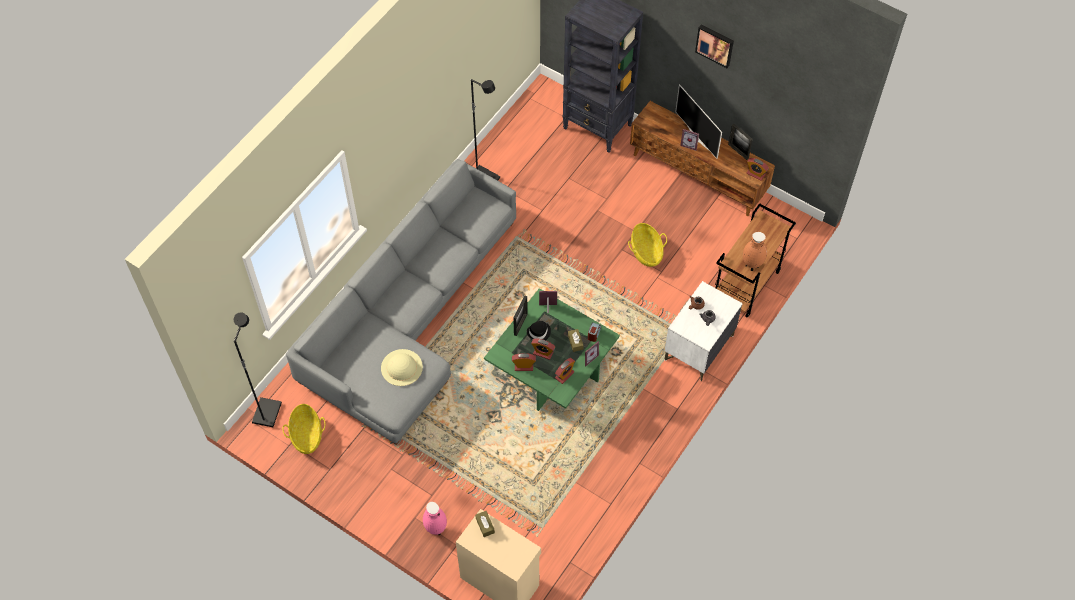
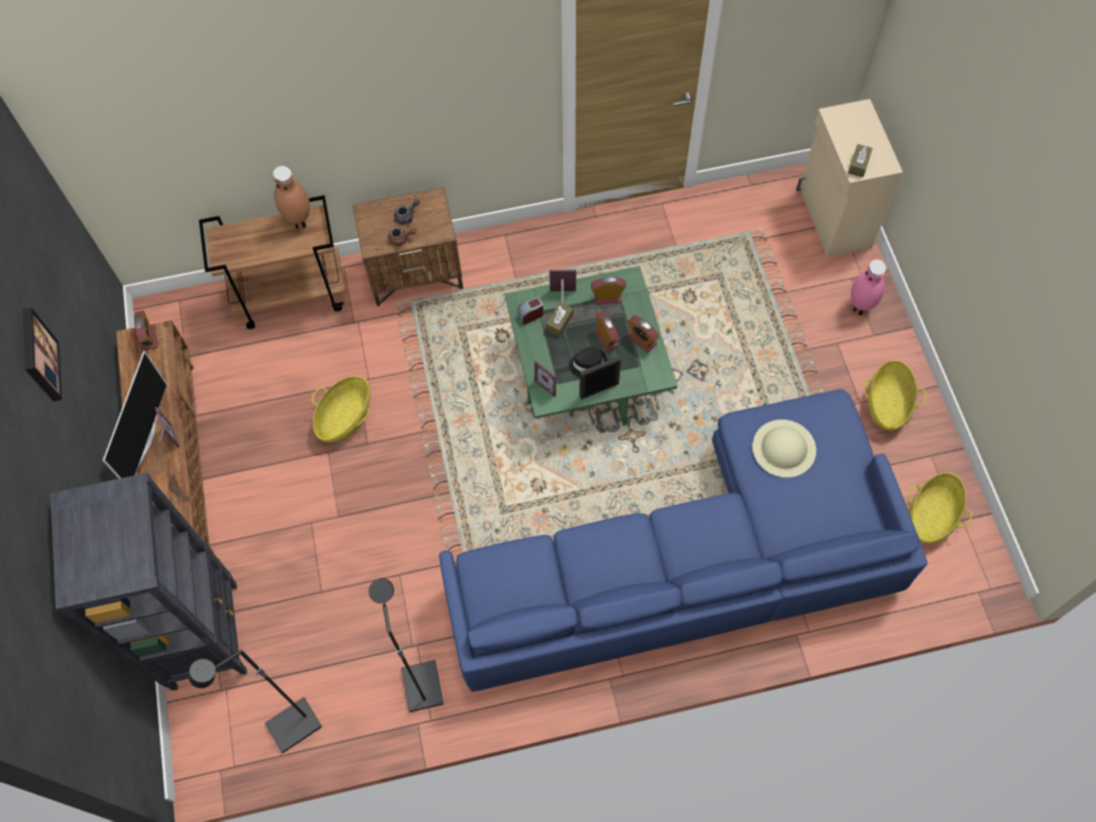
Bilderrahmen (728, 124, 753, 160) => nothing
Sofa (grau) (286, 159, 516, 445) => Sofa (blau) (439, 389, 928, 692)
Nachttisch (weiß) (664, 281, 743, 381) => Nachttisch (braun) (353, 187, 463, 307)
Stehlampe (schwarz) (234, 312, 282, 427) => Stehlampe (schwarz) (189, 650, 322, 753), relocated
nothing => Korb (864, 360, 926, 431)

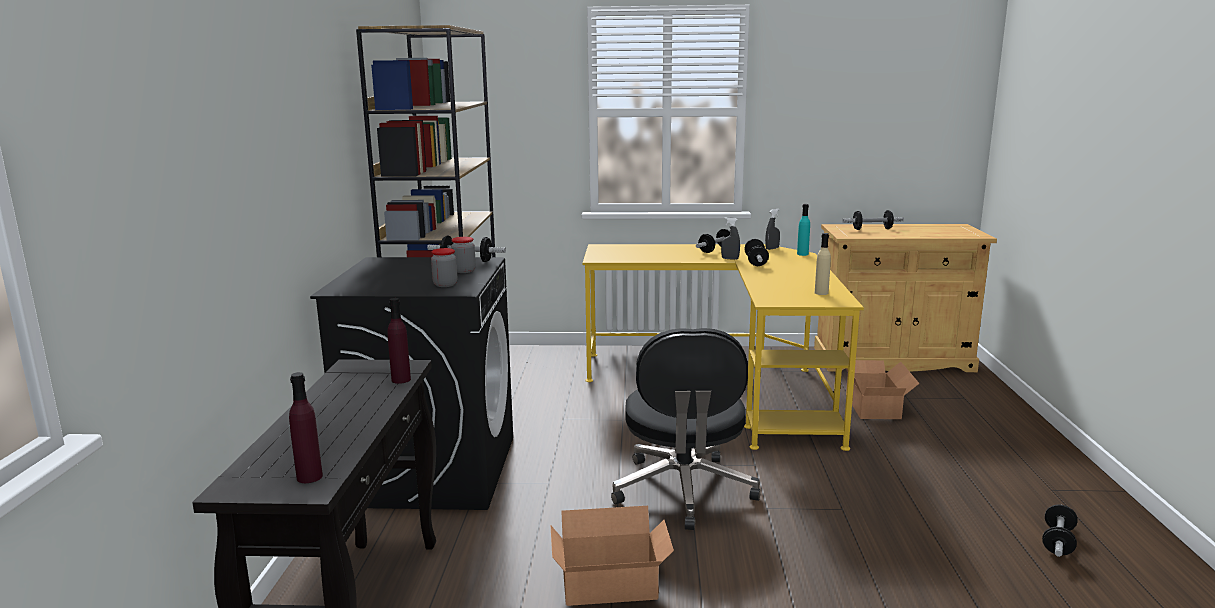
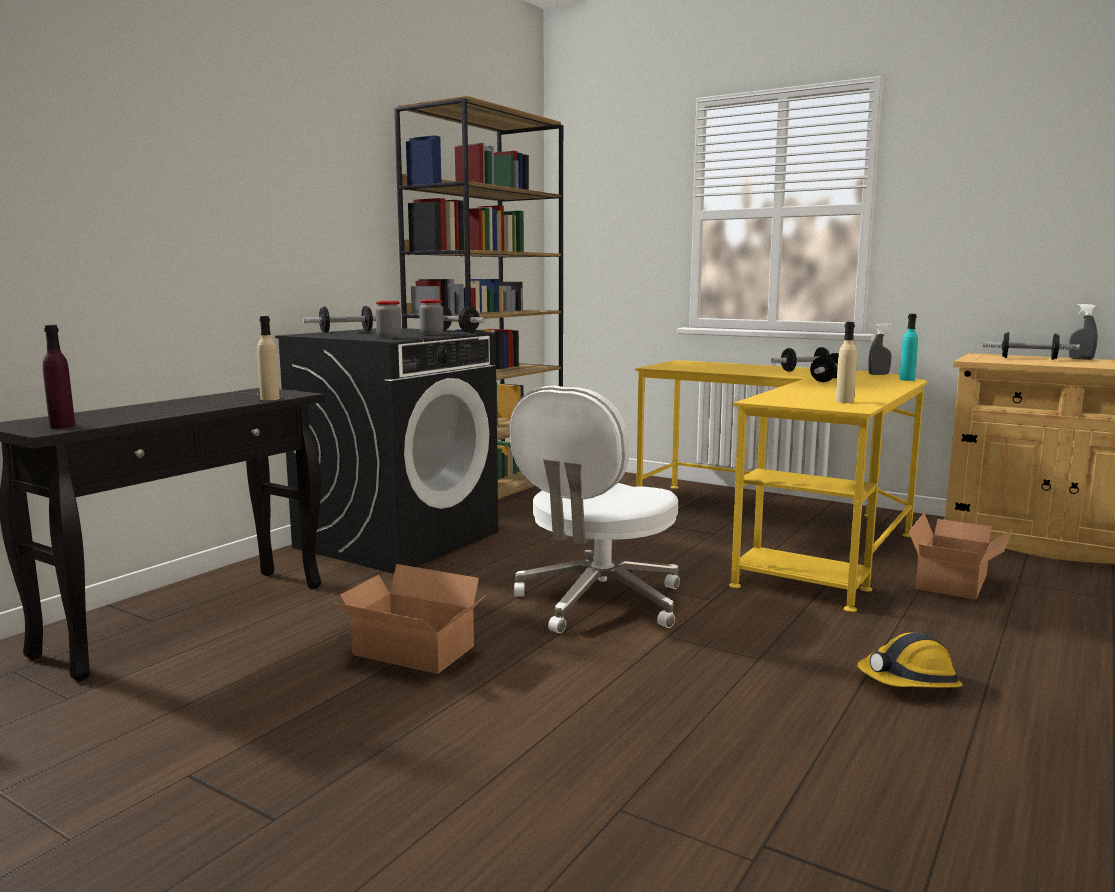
Sprühflasche (grau) (721, 217, 740, 260) => Sprühflasche (grau) (1069, 304, 1098, 360), relocated
Flasche (lila) (387, 298, 411, 384) => Flasche (beige) (257, 316, 280, 400)
Bürostuhl (schwarz) (611, 328, 761, 530) => Bürostuhl (weiß) (510, 386, 680, 634)
Hantel (1042, 504, 1077, 557) => Hantel (303, 306, 376, 333), relocated
nothing => Schutzhelm (858, 633, 963, 688)

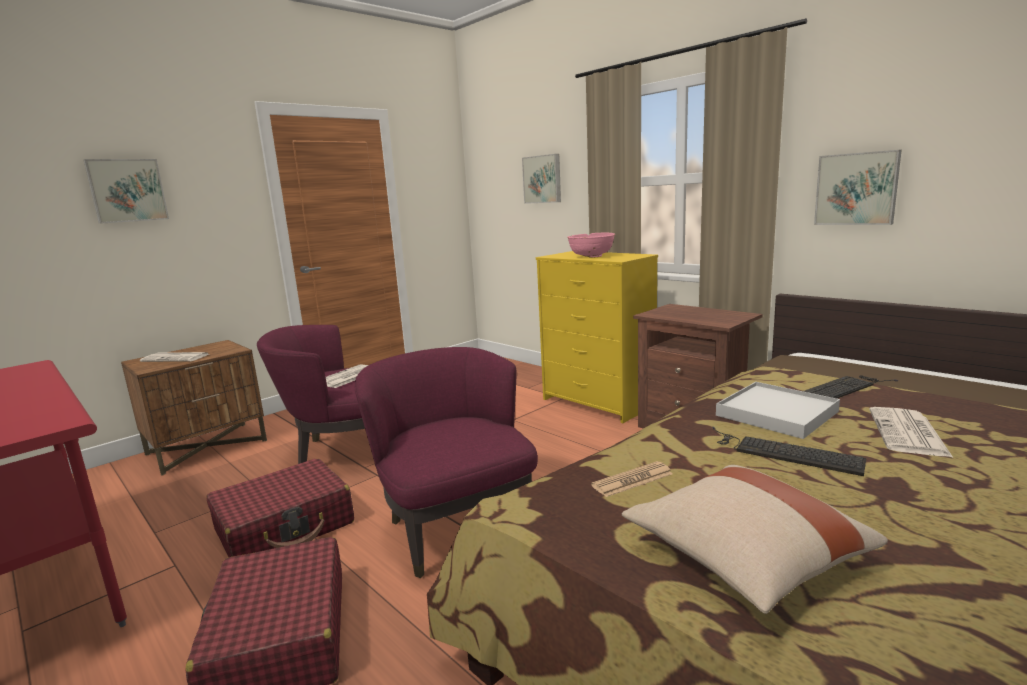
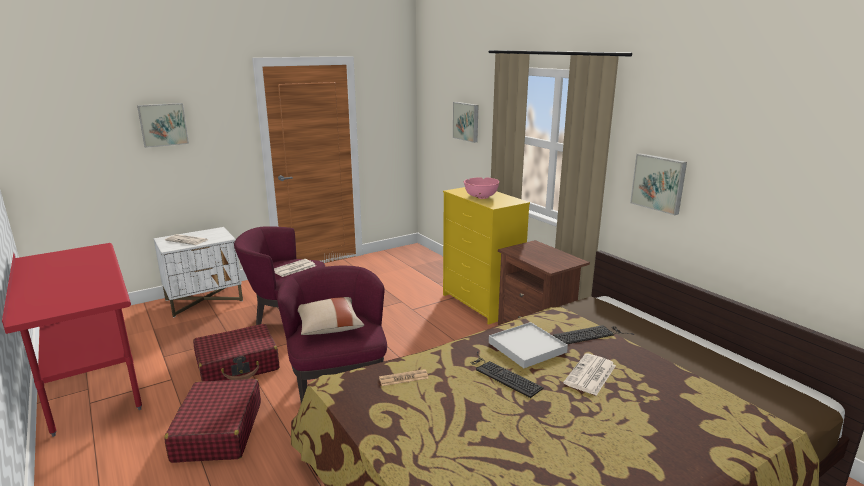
Nachttisch (braun) (121, 340, 267, 475) => Nachttisch (weiß) (154, 227, 243, 317)
Kissen (beige) (622, 465, 888, 614) => Kissen (beige) (298, 297, 364, 335), relocated

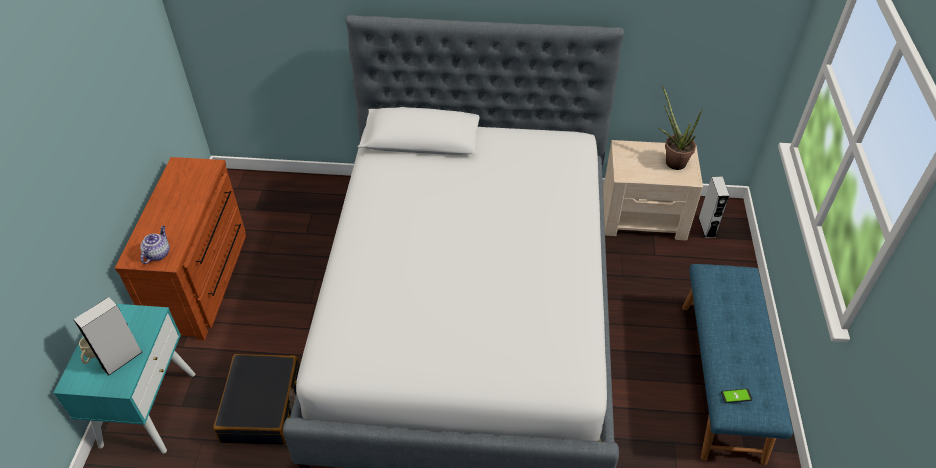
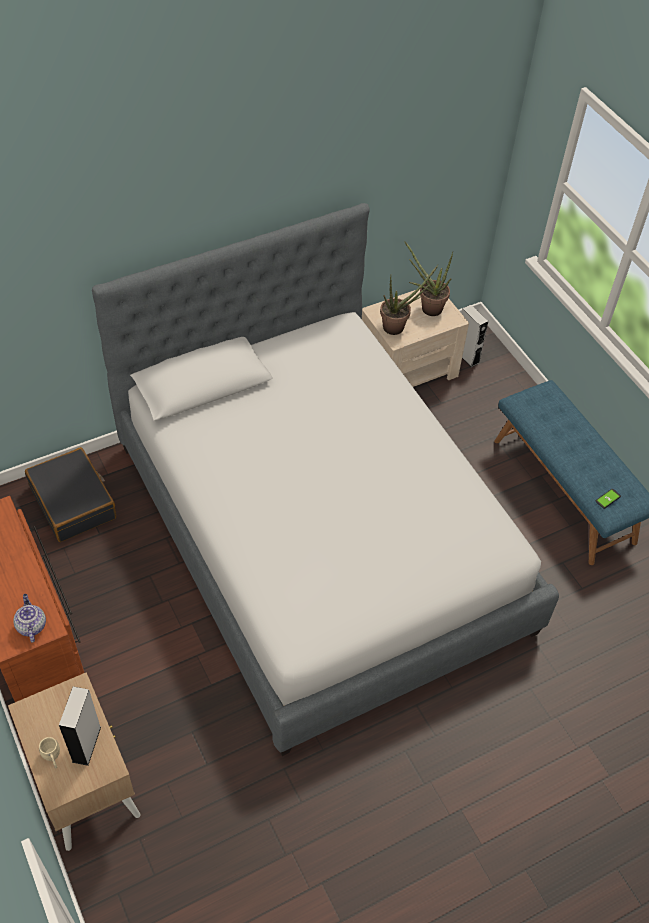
Nachttisch (türkis) (54, 304, 195, 454) => Nachttisch (beige) (8, 672, 140, 851)
Koffer (schwarz) (213, 354, 300, 445) => Koffer (schwarz) (25, 447, 116, 542), relocated
nothing => Topfpflanze (380, 265, 438, 335)

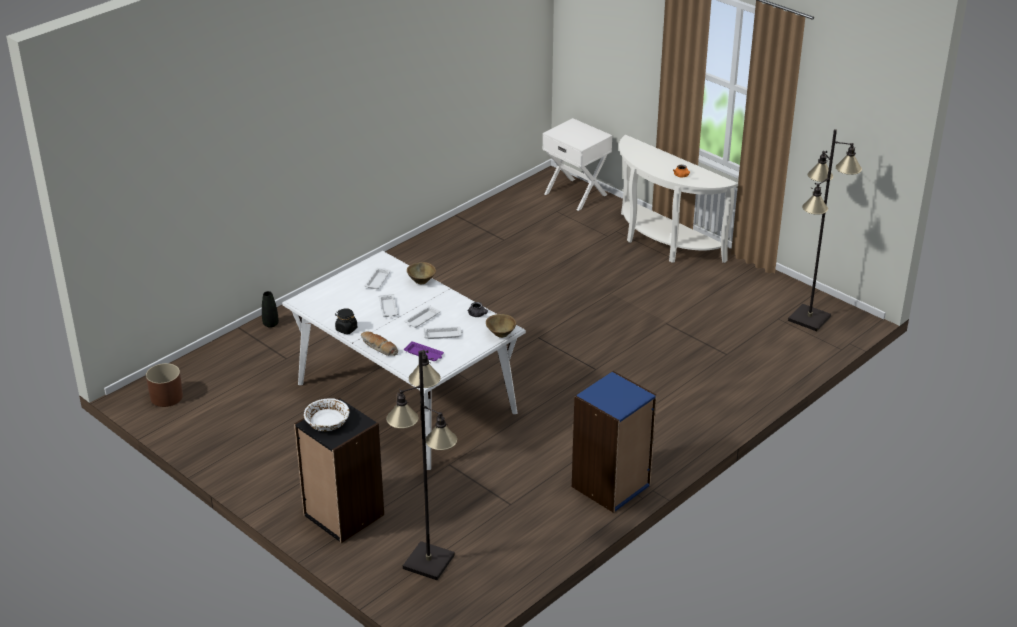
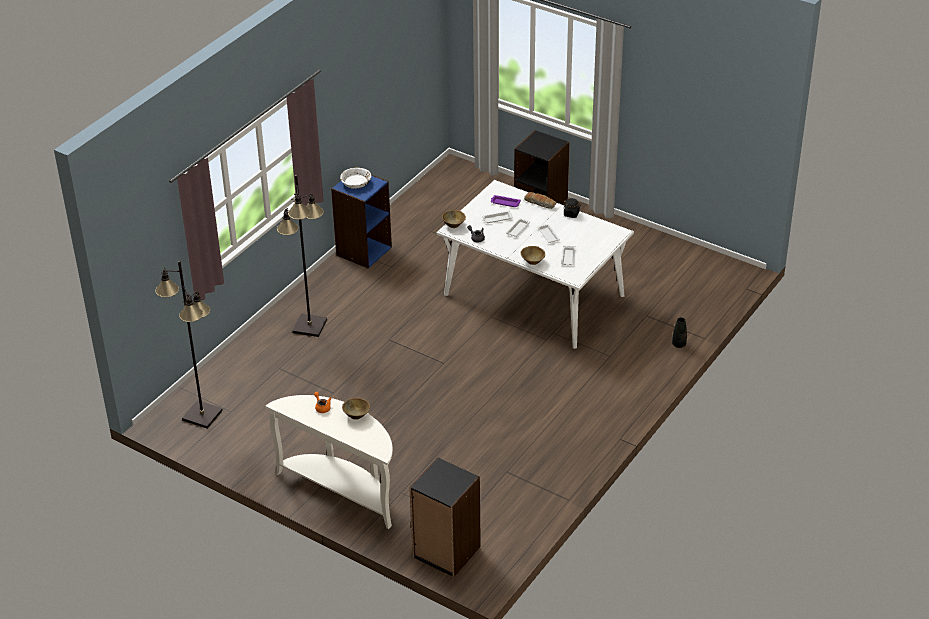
Nachttisch (weiß) (542, 118, 612, 211) => Bücherregal (schwarz) (409, 457, 481, 577)
Stehlampe (schwarz) (386, 350, 457, 580) => Stehlampe (schwarz) (277, 175, 327, 337), relocated
Pflanzkübel (braun) (146, 363, 183, 407) => nothing
Schüssel (weiß) (304, 398, 350, 431) => Schüssel (weiß) (340, 167, 371, 189), relocated
nothing => Schüssel (braun) (342, 398, 370, 420)

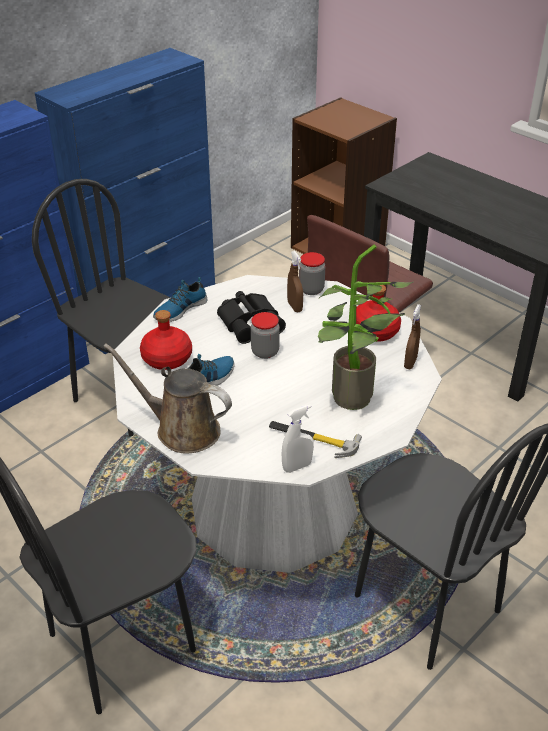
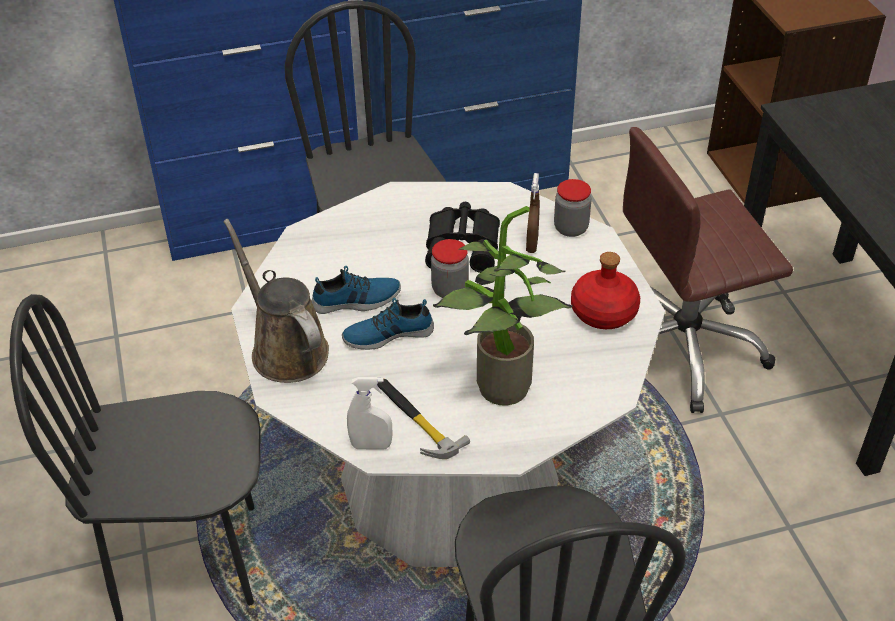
Schuh (153, 277, 207, 322) => Schuh (342, 298, 434, 350), relocated
Sprühflasche (braun) (404, 304, 421, 369) => nothing
Flasche (rot) (140, 310, 192, 370) => nothing

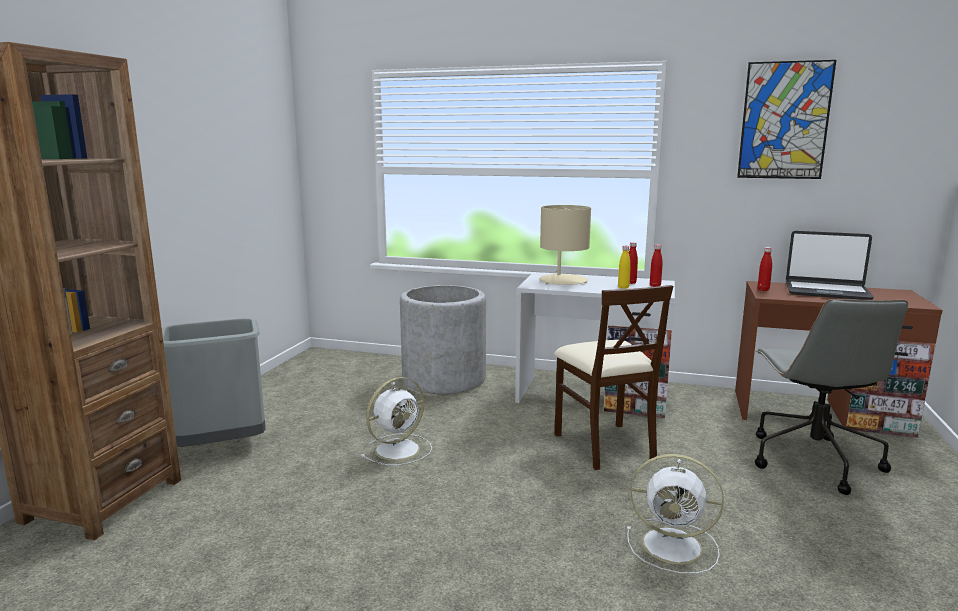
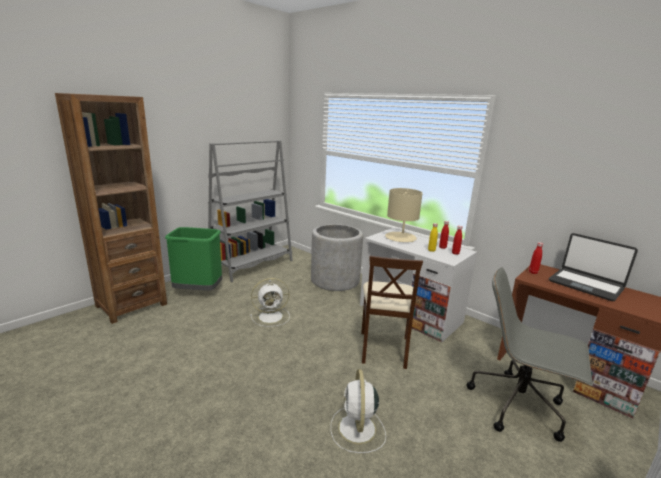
Bild (737, 60, 836, 179) => nothing
Bürostuhl (grau) (755, 299, 908, 495) => Bürostuhl (grau) (466, 267, 593, 442), 90 degrees clockwise
Mülleimer (grau) (162, 318, 266, 447) => Mülleimer (grün) (165, 227, 222, 291)
Ventilator (weiß) (627, 454, 724, 574) => Ventilator (weiß) (331, 369, 386, 453), 45 degrees clockwise
nothing => Bücherregal (grau) (208, 140, 293, 282)

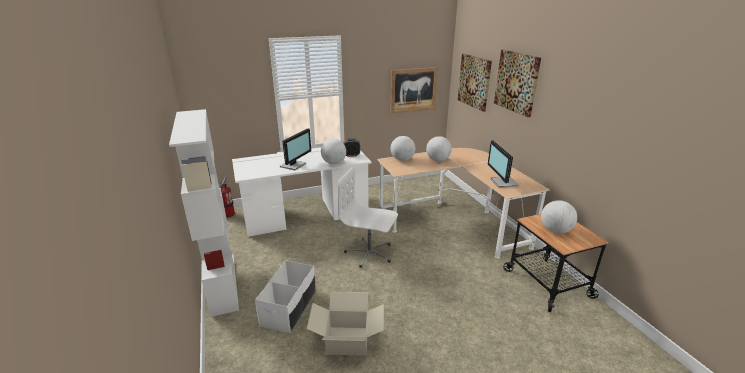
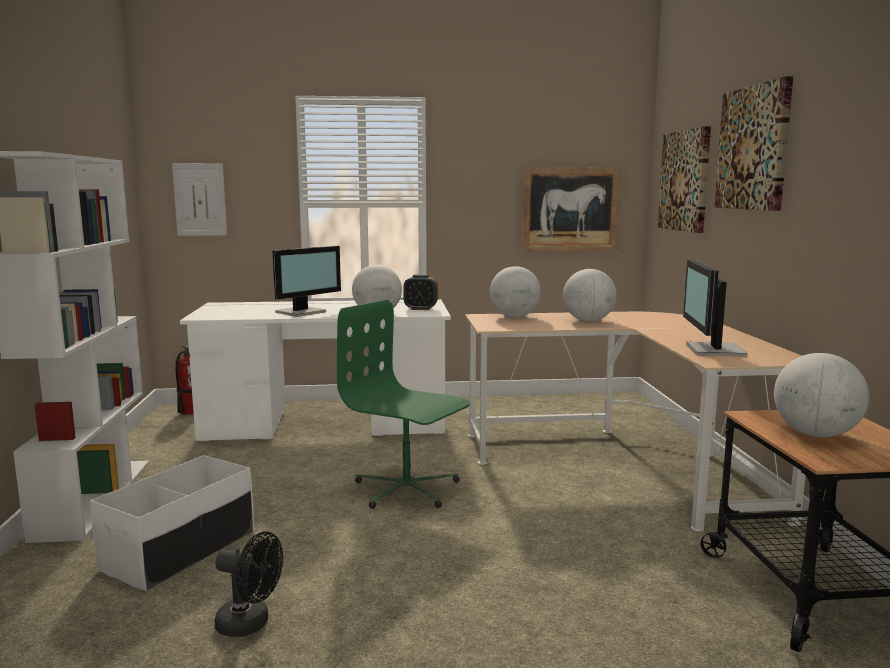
Bürostuhl (weiß) (338, 167, 398, 268) => Bürostuhl (grün) (337, 300, 470, 509)
Karton (307, 292, 384, 356) => Ventilator (schwarz) (214, 532, 283, 637)
nothing => Bild (172, 163, 227, 236)

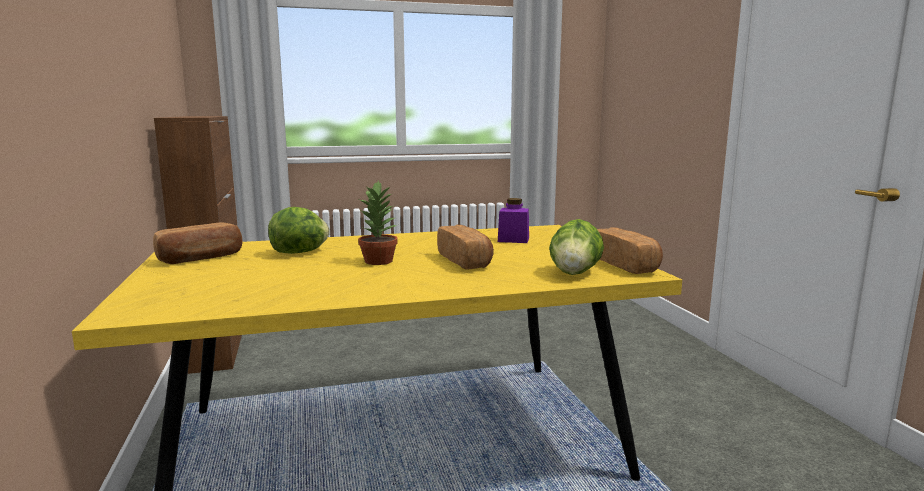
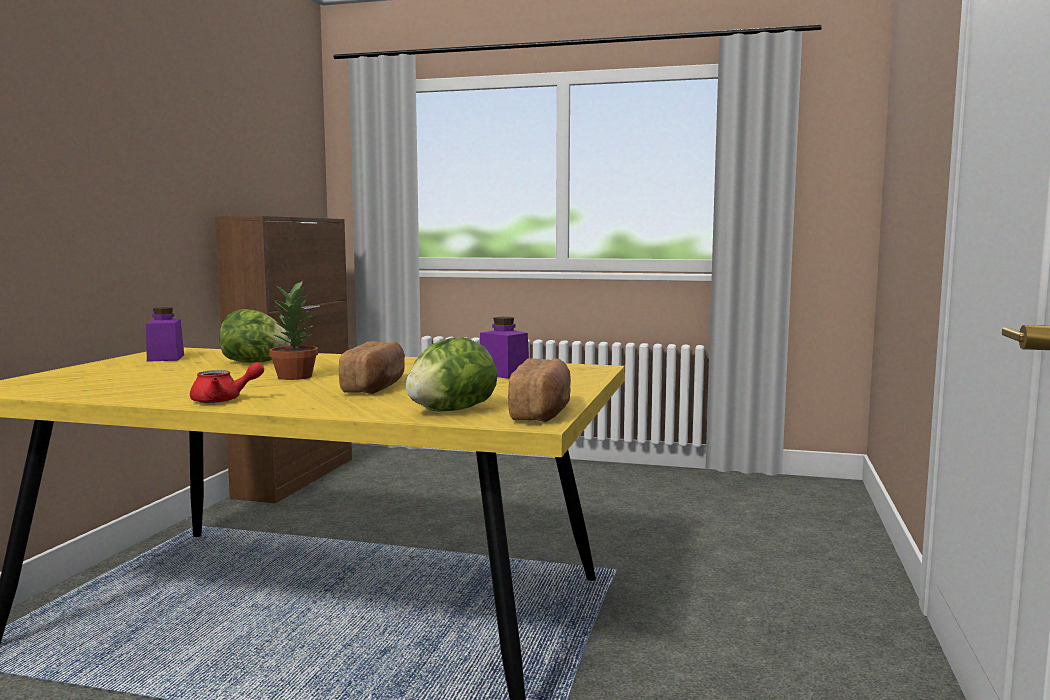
Brot (153, 222, 243, 264) => Vorratsglas (lila) (146, 307, 184, 362)
nothing => Teekanne (rot) (190, 362, 264, 403)

